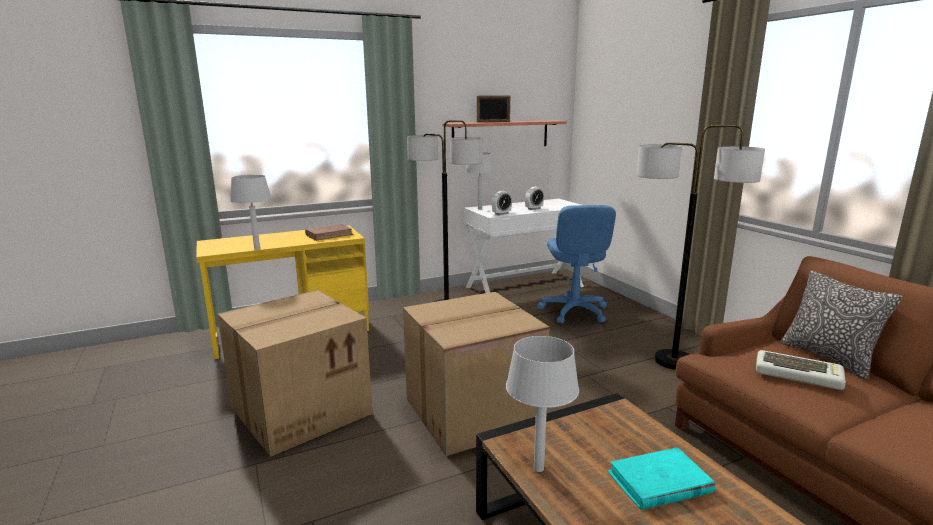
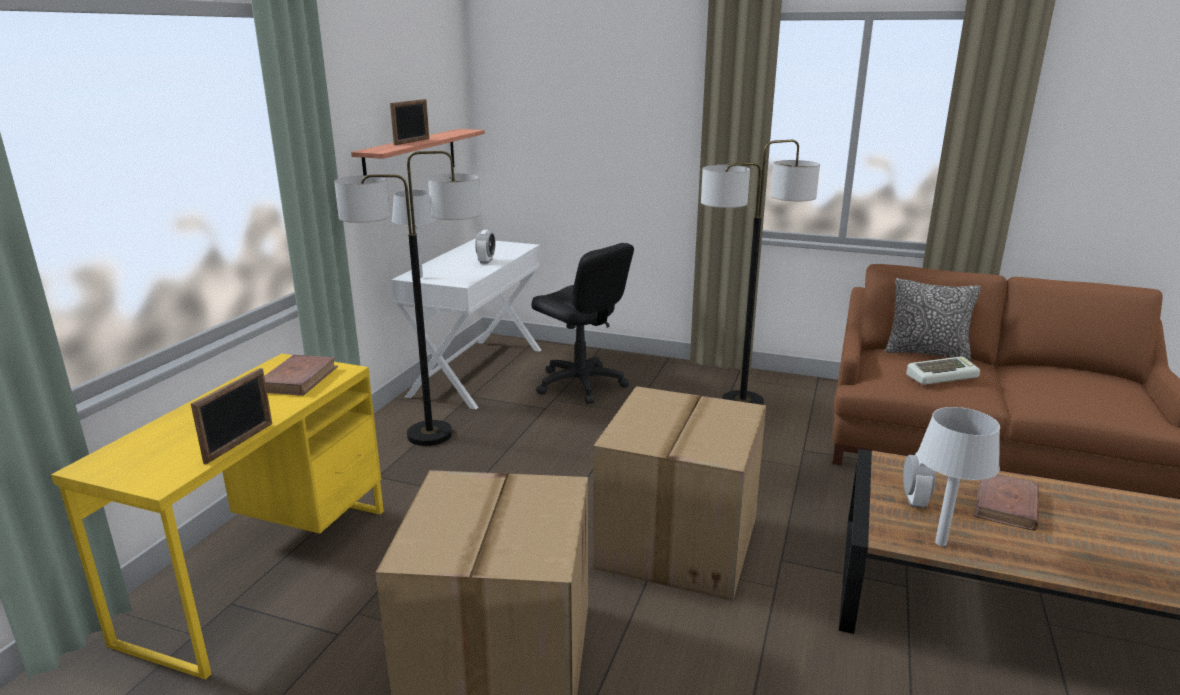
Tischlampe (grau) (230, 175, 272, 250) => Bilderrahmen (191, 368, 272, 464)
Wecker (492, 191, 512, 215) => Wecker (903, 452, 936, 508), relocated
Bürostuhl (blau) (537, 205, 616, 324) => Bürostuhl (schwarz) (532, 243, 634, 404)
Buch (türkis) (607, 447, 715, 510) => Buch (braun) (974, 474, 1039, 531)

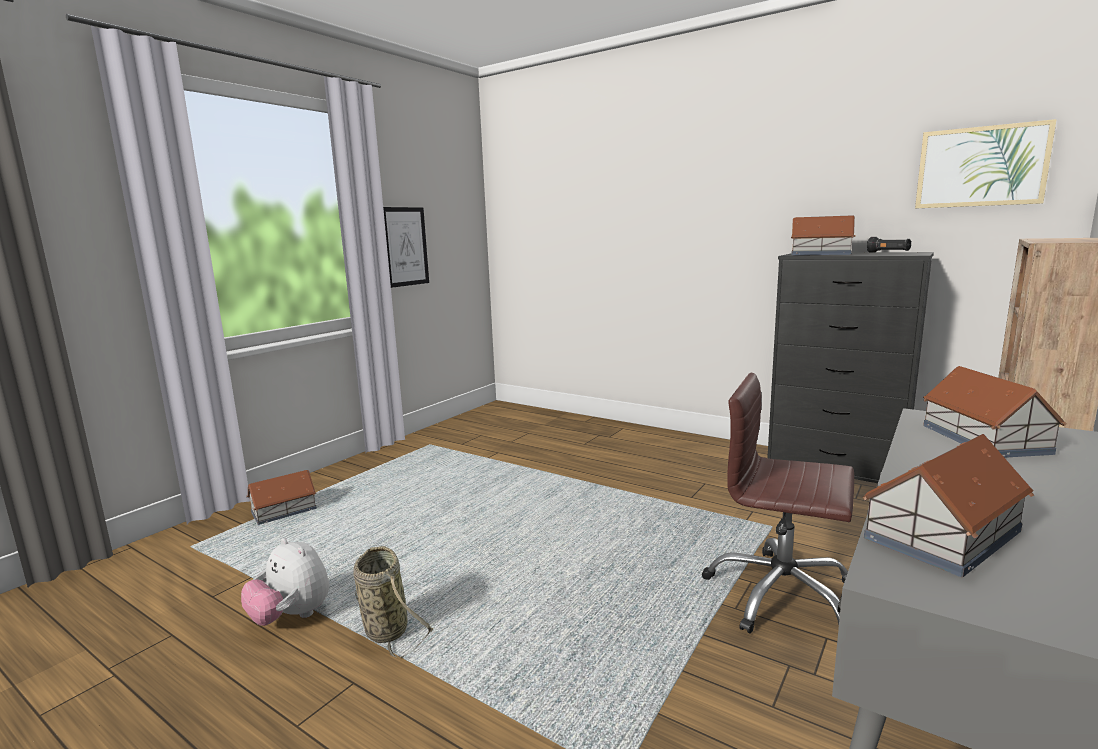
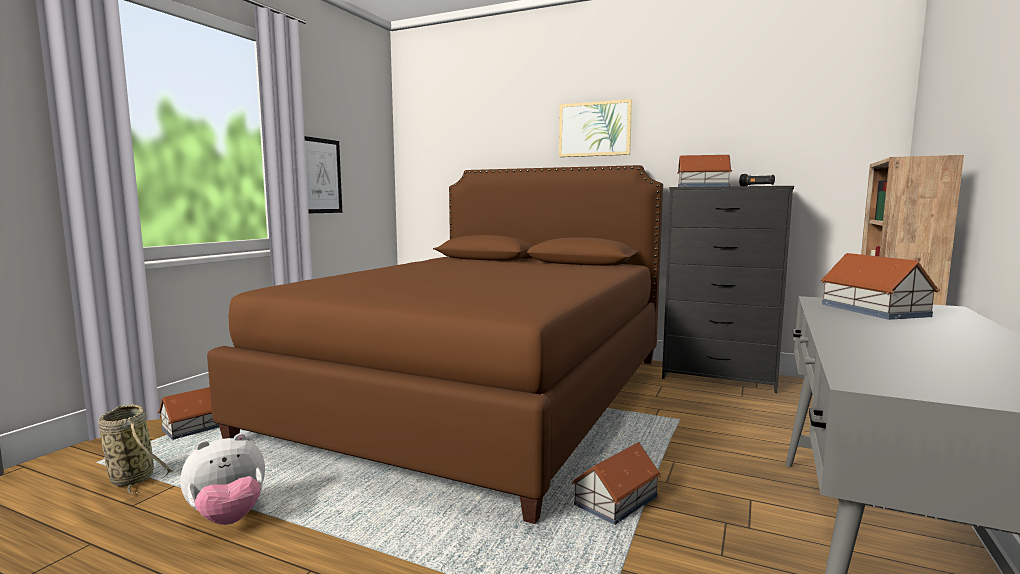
Bild (915, 119, 1057, 209) => Bild (559, 99, 632, 157), relocated
Bürostuhl (braun) (702, 373, 854, 634) => nothing
Spielzeughaus (863, 434, 1034, 577) => Spielzeughaus (572, 442, 661, 525), relocated
Plüschtier (241, 538, 329, 626) => Plüschtier (180, 433, 265, 525), 60 degrees counterclockwise
Korb (353, 546, 433, 658) => Korb (98, 404, 173, 493), relocated
nothing => Bett (braun) (207, 165, 663, 524)

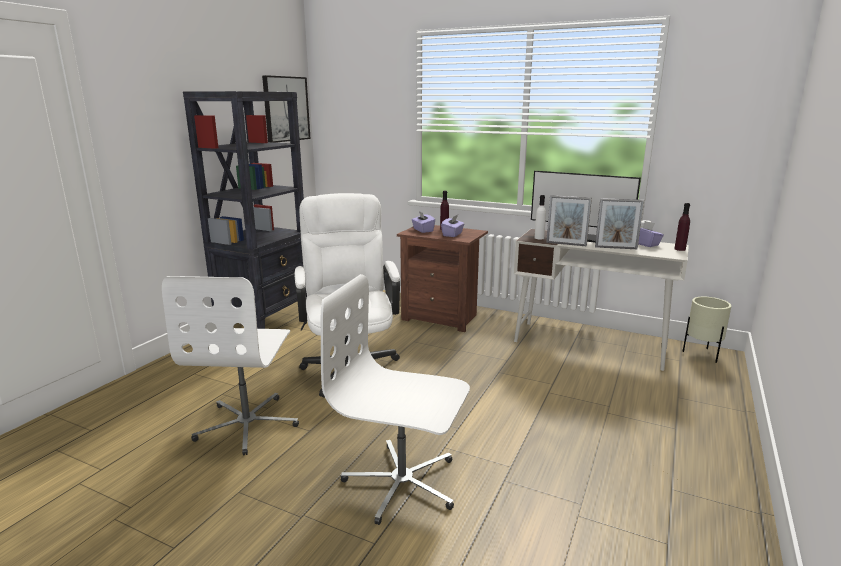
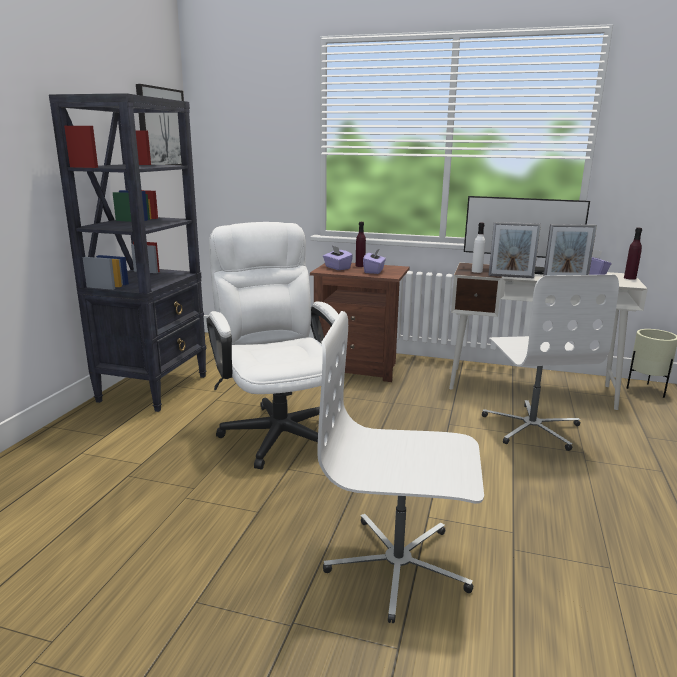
Bürostuhl (weiß) (162, 276, 299, 455) => Bürostuhl (weiß) (482, 274, 619, 451), relocated

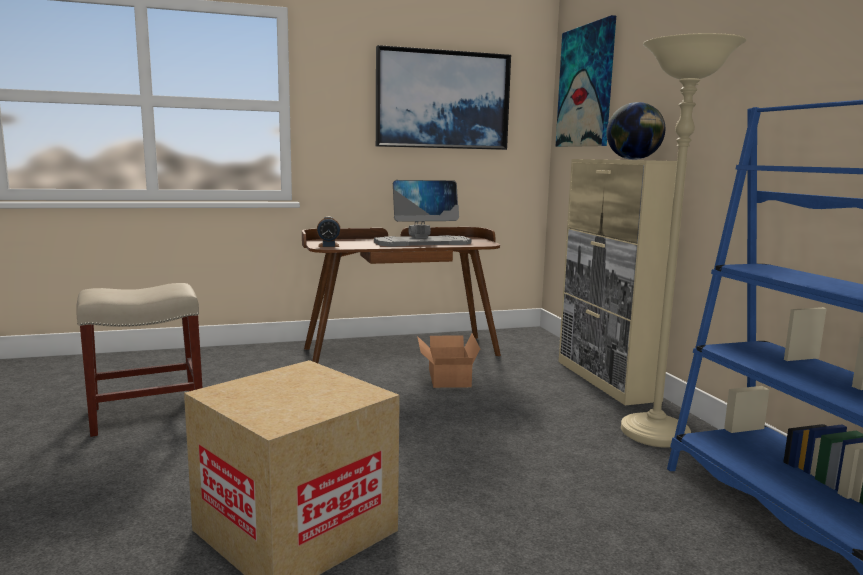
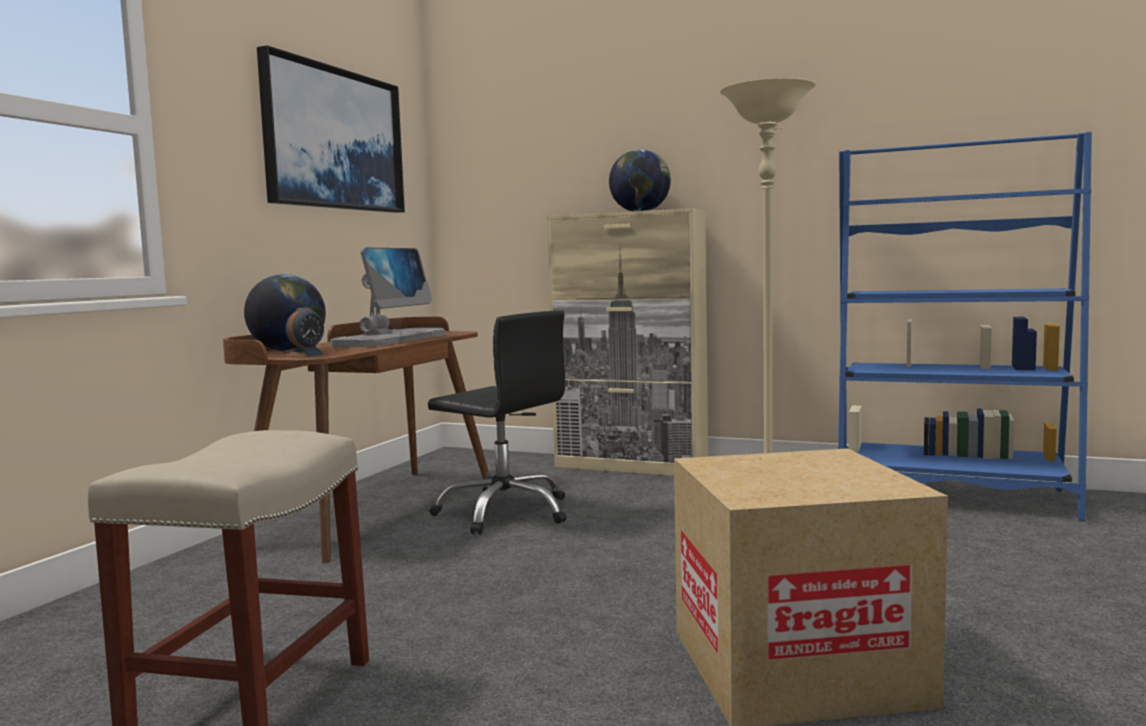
Bild (556, 15, 616, 147) => nothing
Karton (417, 334, 480, 388) => Bürostuhl (schwarz) (428, 311, 566, 534)
nothing => Globus (244, 274, 326, 351)

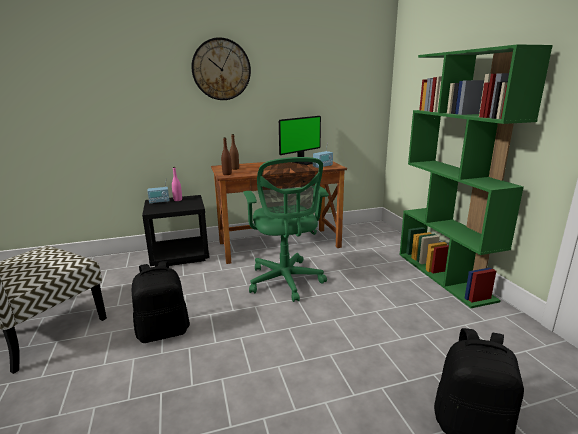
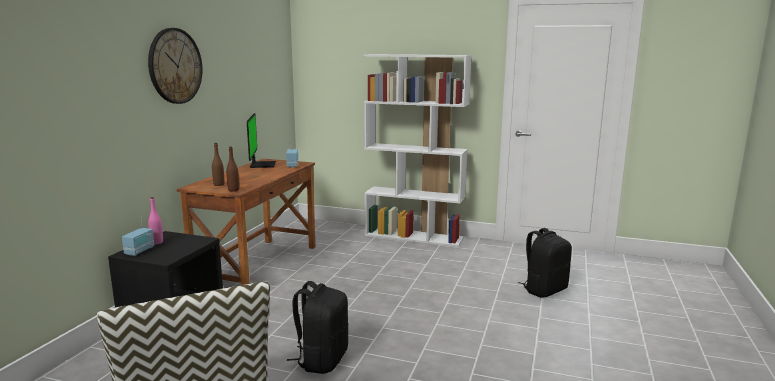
Bücherregal (grün) (399, 44, 553, 308) => Bücherregal (weiß) (364, 54, 472, 247)
Bürostuhl (grün) (243, 157, 329, 302) => nothing

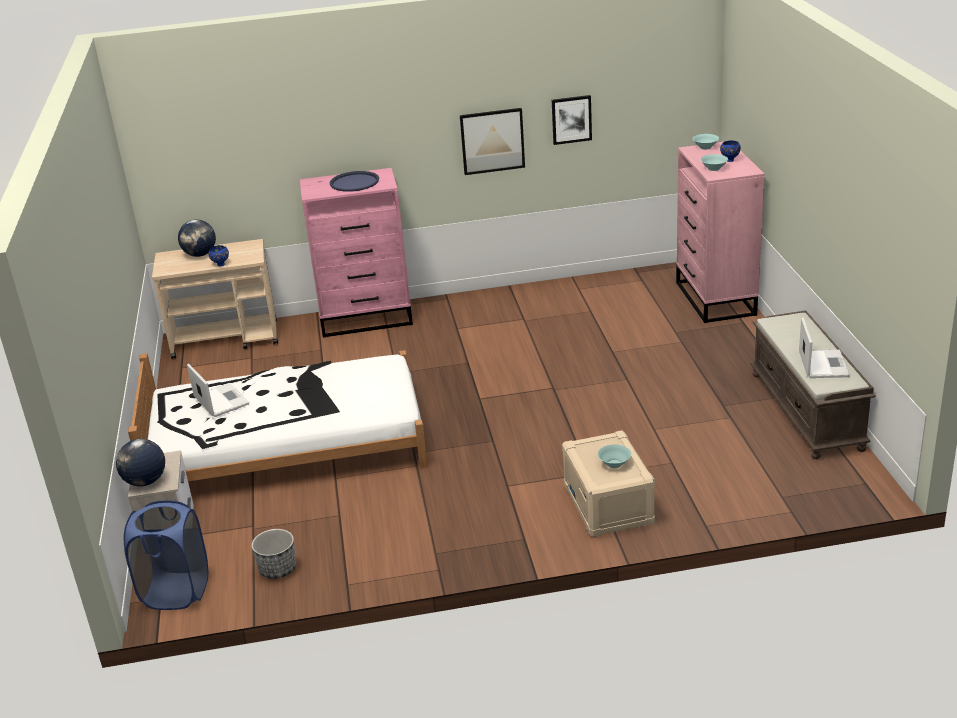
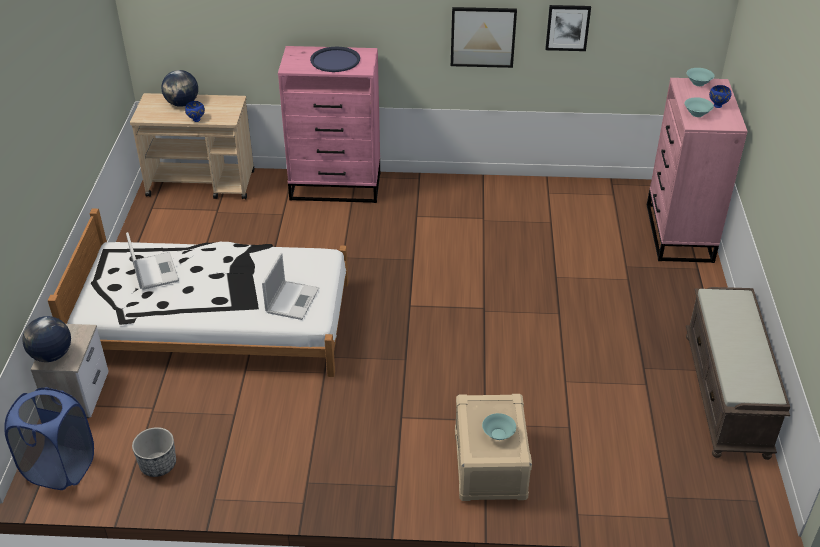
Laptop (799, 317, 850, 378) => Laptop (262, 253, 319, 320), relocated

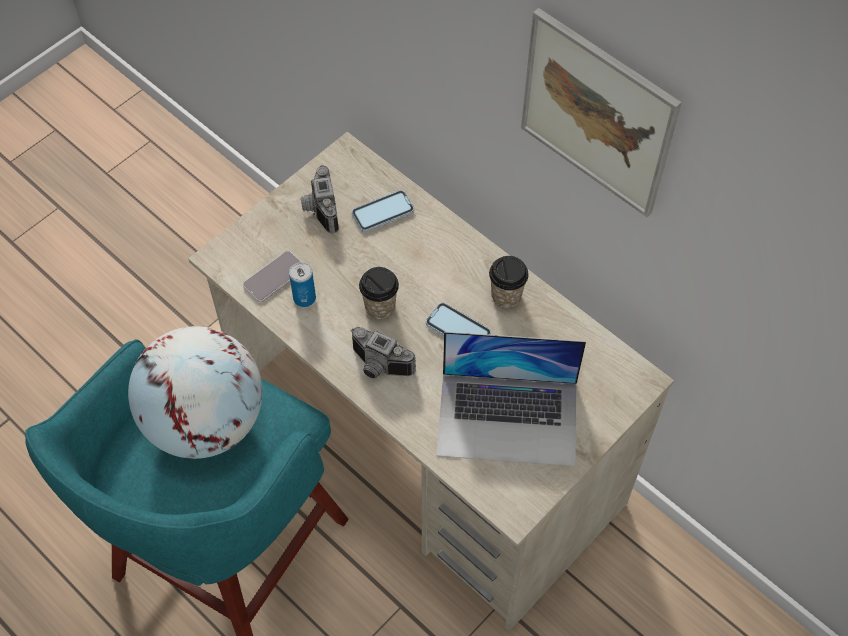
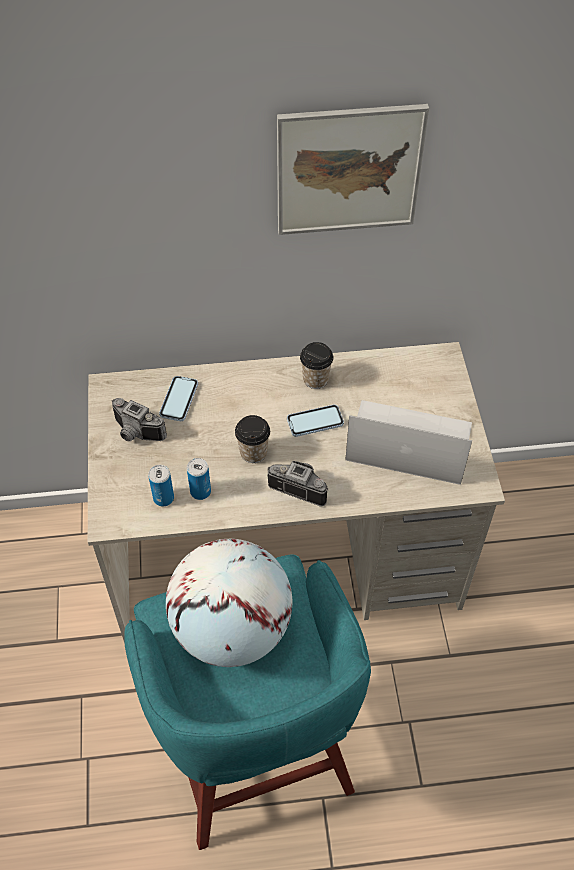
Handy (243, 251, 301, 302) => Dose (148, 465, 174, 507)
Kamera (351, 327, 416, 378) => Kamera (267, 461, 329, 507), 135 degrees counterclockwise
Laptop (436, 332, 586, 466) => Laptop (345, 400, 472, 485), 120 degrees counterclockwise

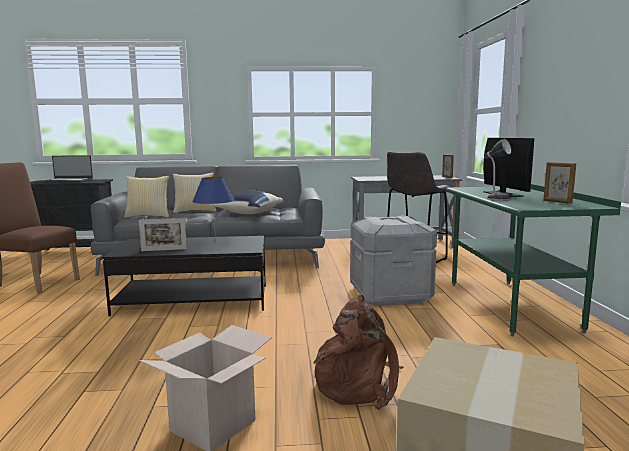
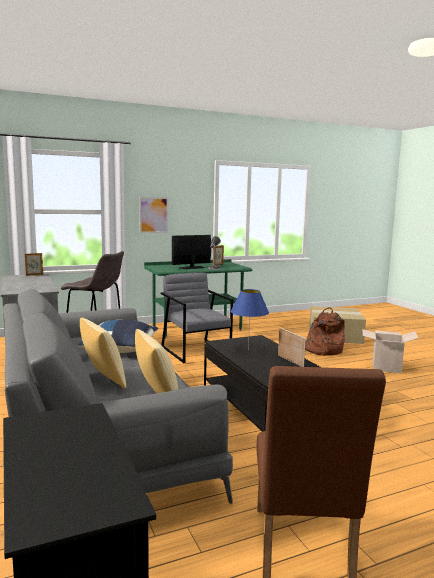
Laptop (41, 155, 93, 183) => nothing
Aufbewahrungsbox (grau) (350, 215, 437, 306) => Sessel (grau) (161, 272, 233, 363)
nothing => Bild (139, 197, 168, 233)

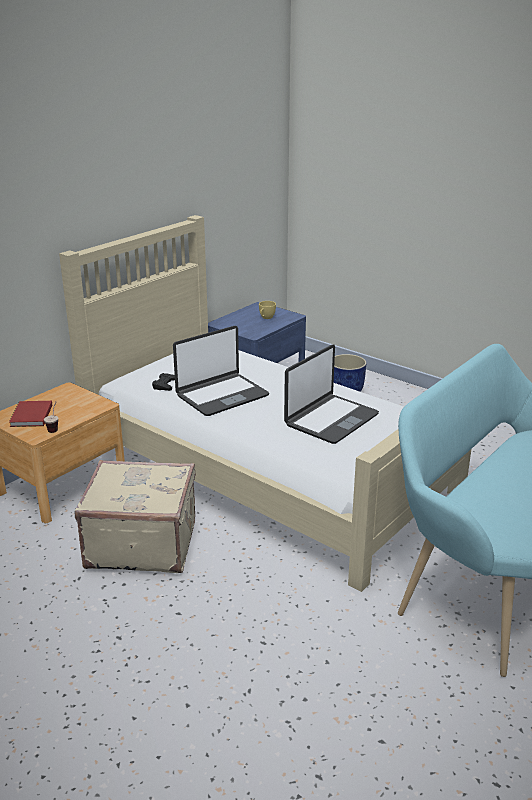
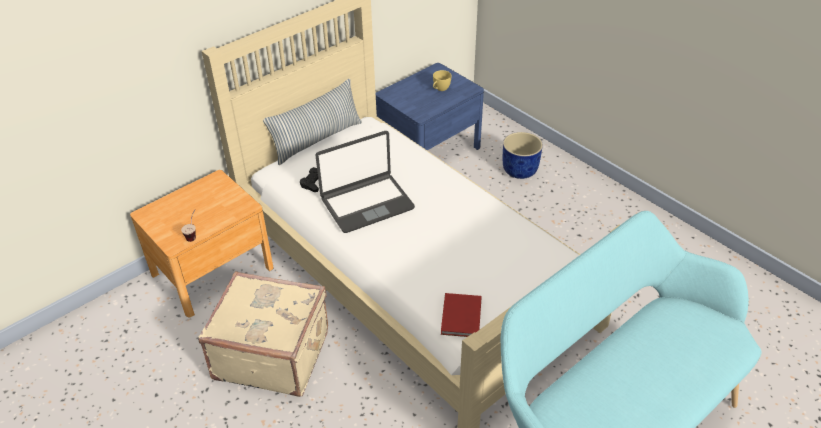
Laptop (284, 345, 379, 444) => nothing
Buch (rot) (9, 401, 52, 427) => Buch (rot) (441, 293, 482, 337), relocated
nothing => Kissen (263, 79, 362, 165)

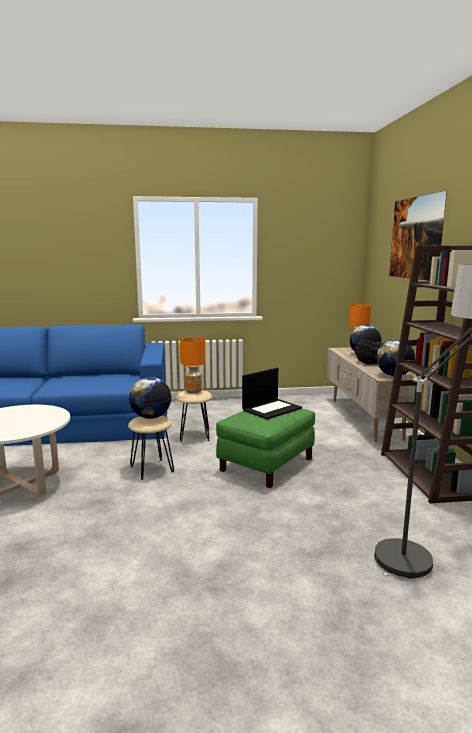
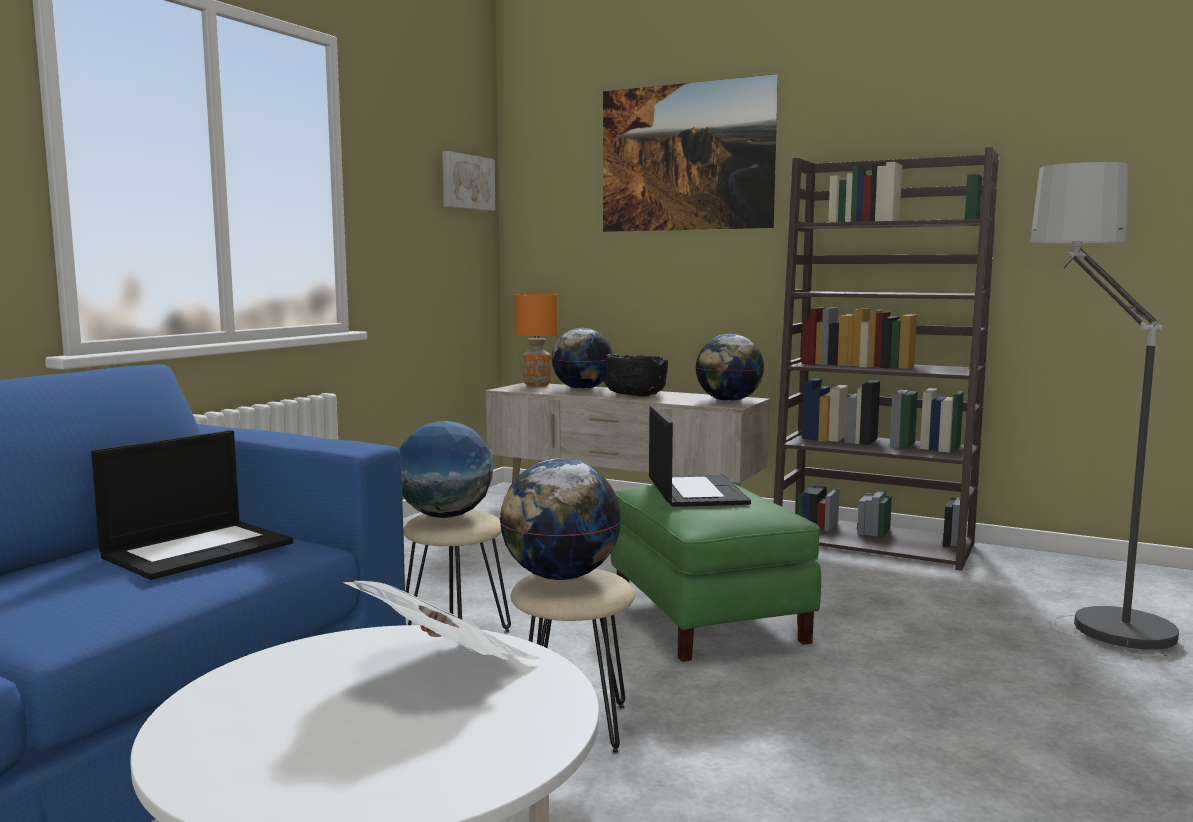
Tischlampe (orange) (180, 337, 206, 394) => Globus (399, 421, 493, 518)
nothing => Bild (442, 151, 495, 211)
nothing => Laptop (91, 430, 293, 580)
nothing => Zeitung (343, 581, 540, 660)

